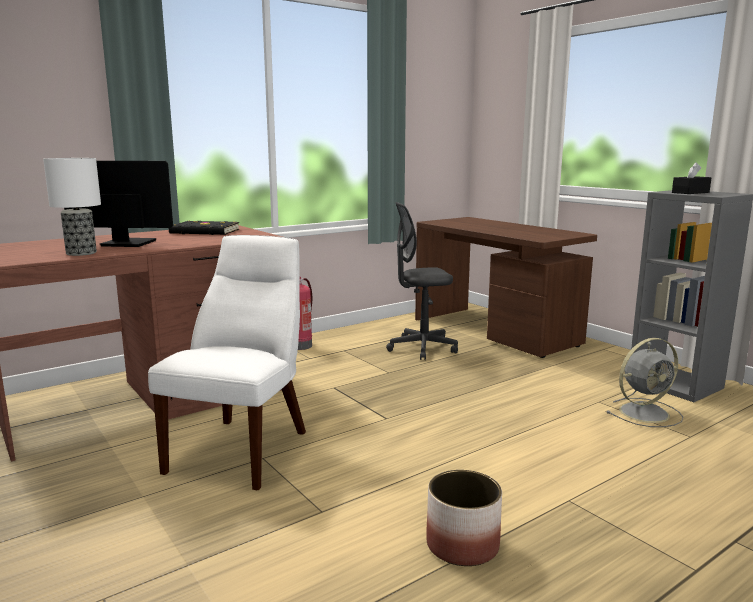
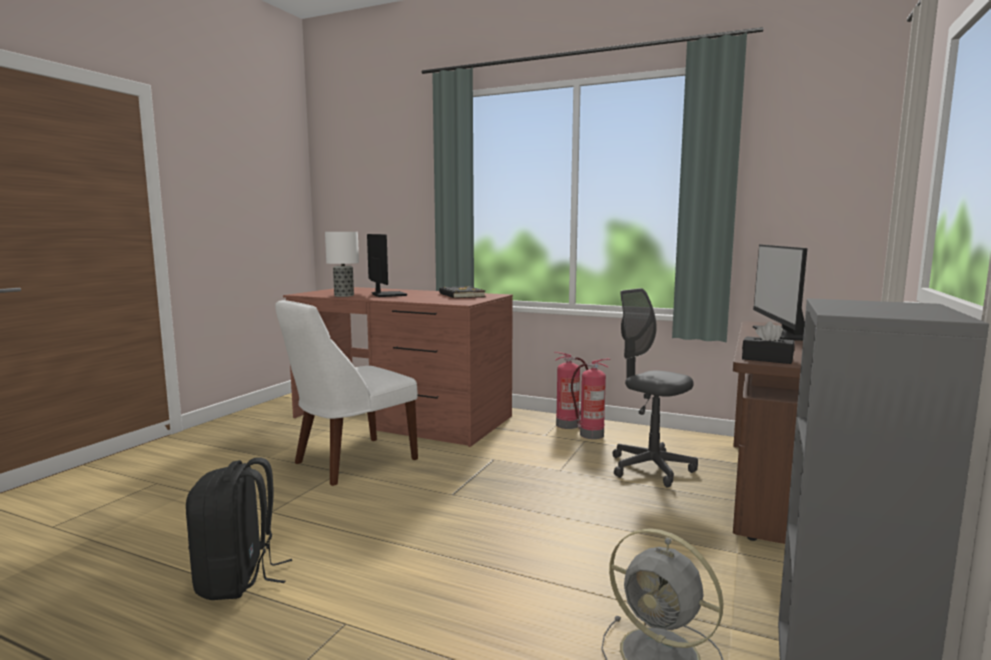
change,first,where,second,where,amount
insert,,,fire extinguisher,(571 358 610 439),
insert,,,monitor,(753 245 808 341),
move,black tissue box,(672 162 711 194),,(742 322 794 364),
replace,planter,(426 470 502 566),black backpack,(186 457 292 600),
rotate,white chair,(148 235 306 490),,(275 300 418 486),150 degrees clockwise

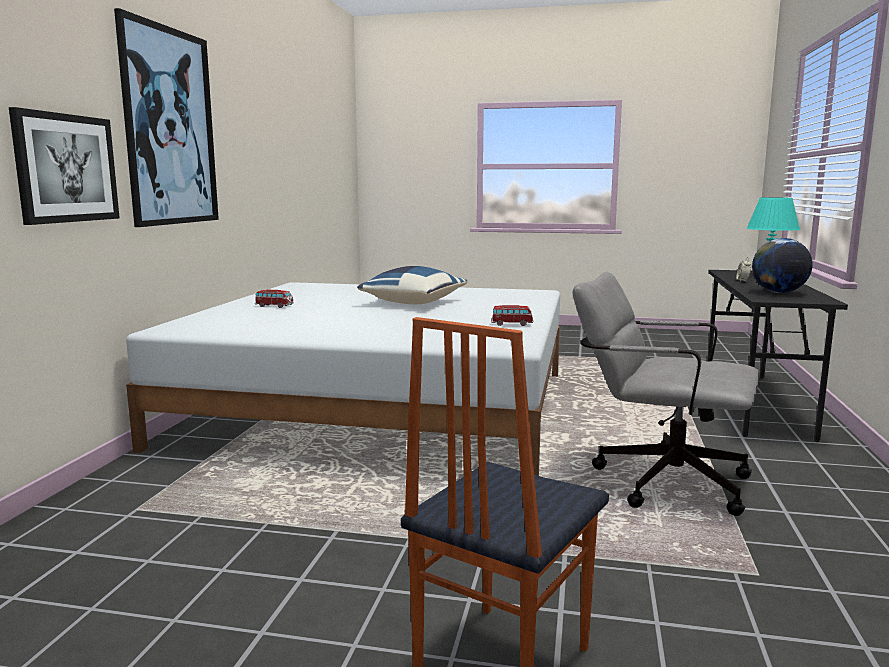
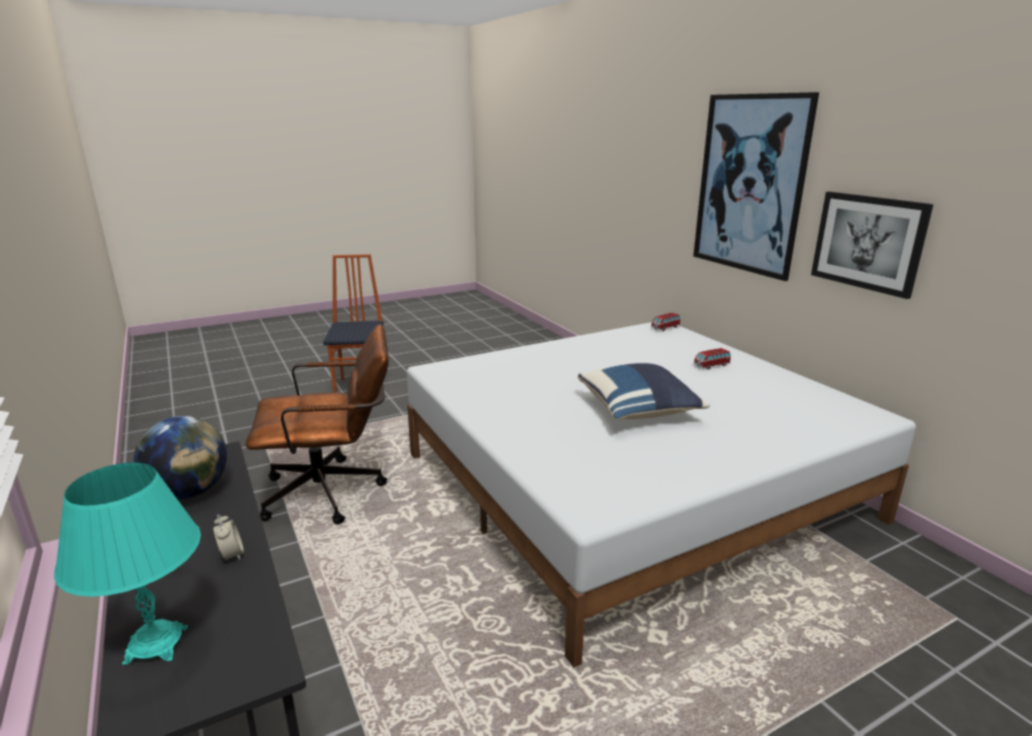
change,first,where,second,where,amount
move,picture,(9 107 120 225),,(811 192 933 299),
move,toy car,(491 305 533 326),,(651 313 681 331),
recolor,grey office chair,(572 272 760 516),brown office chair,(246 324 389 525),

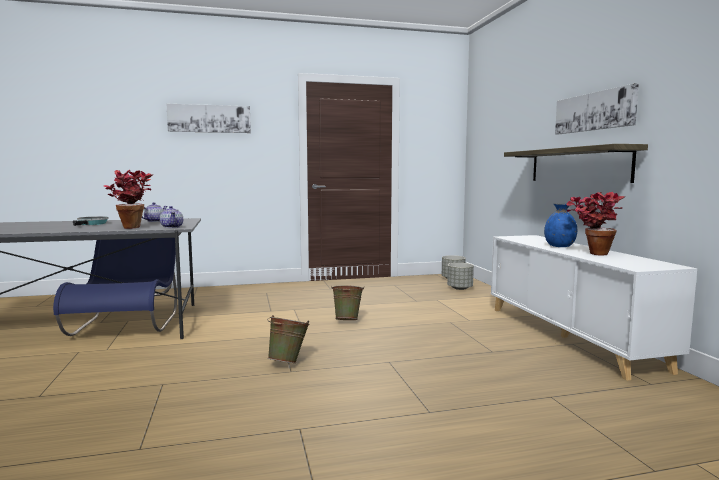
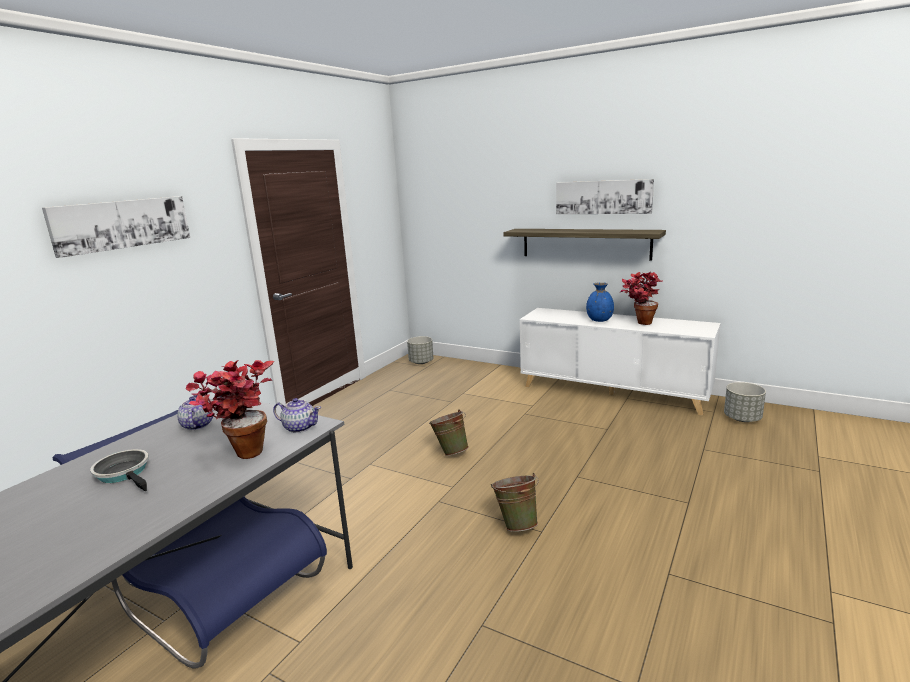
change,first,where,second,where,amount
move,grey planter,(447 263 474 290),,(724 382 766 422),

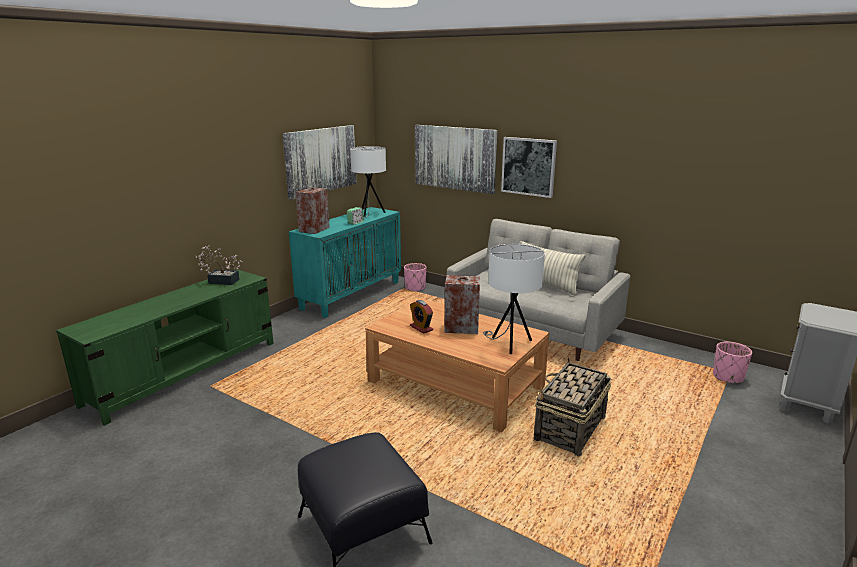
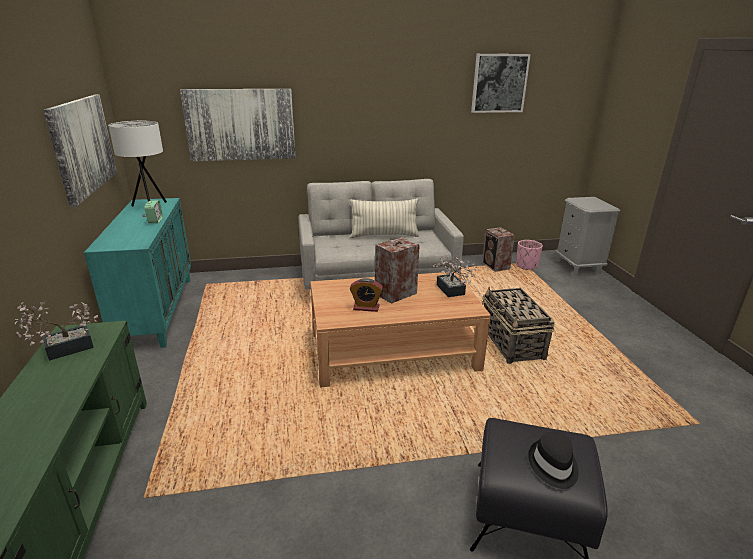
change,first,where,second,where,amount
delete,pink planter,(404 263 426 291),,,
insert,,,black hat,(528 432 579 489),
move,speaker,(295 187 330 234),,(482 227 515 272),
move,picture,(501 137 557 198),,(471 54 531 113),
replace,white table lamp,(483 244 545 354),potted plant,(433 255 477 297),

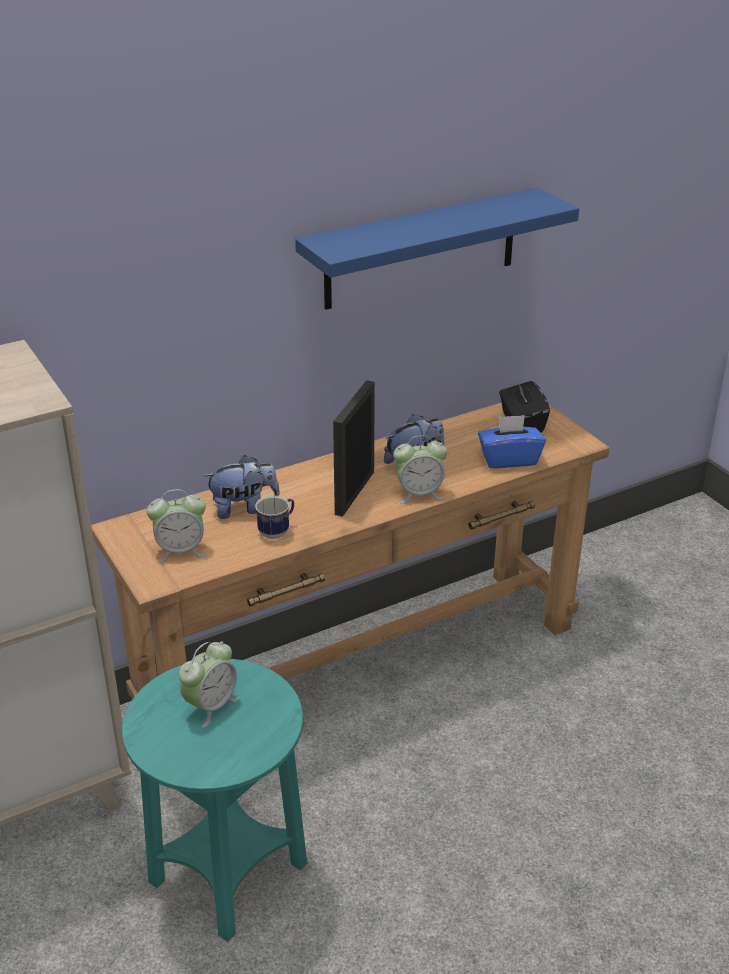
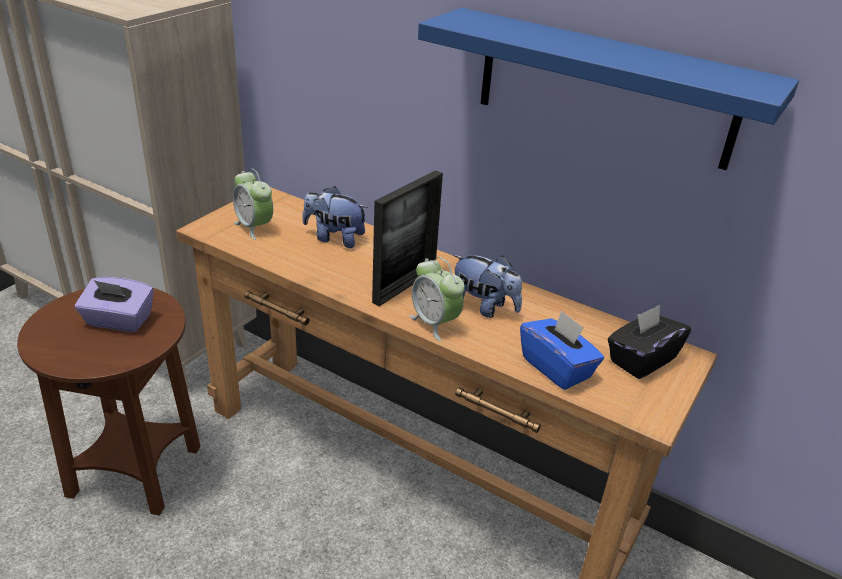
change,first,where,second,where,amount
delete,mug,(255 495 294 539),,,
replace,alarm clock,(179 641 240 728),purple tissue box,(75 277 154 332),
recolor,turquoise side table,(122 659 307 942),brown side table,(17 288 201 516),
rotate,plush toy,(204 455 280 519),,(303 186 368 248),150 degrees clockwise
rotate,picture frame,(333 380 375 517),,(372 170 443 306),135 degrees clockwise

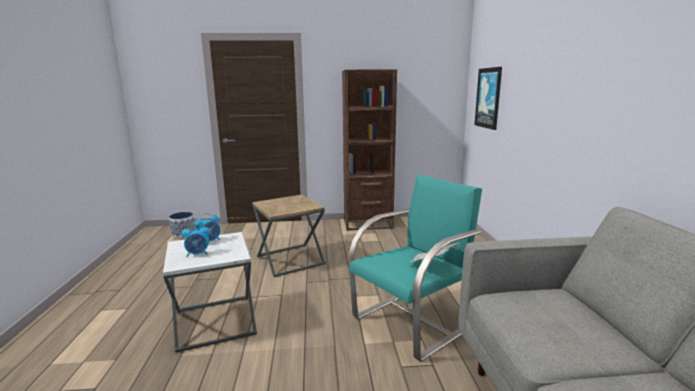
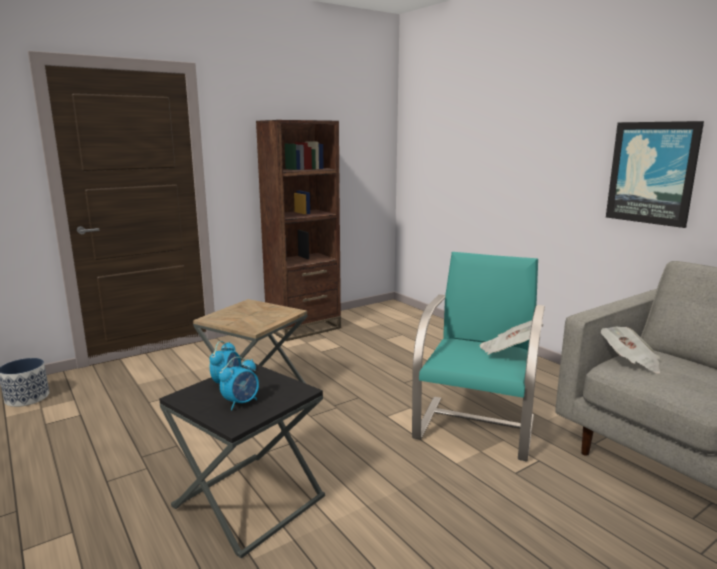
change,first,where,second,where,amount
insert,,,newspaper,(601 327 660 374),
move,picture,(474 67 502 130),,(606 121 704 228),
recolor,white side table,(163 232 257 353),black side table,(159 364 325 558),

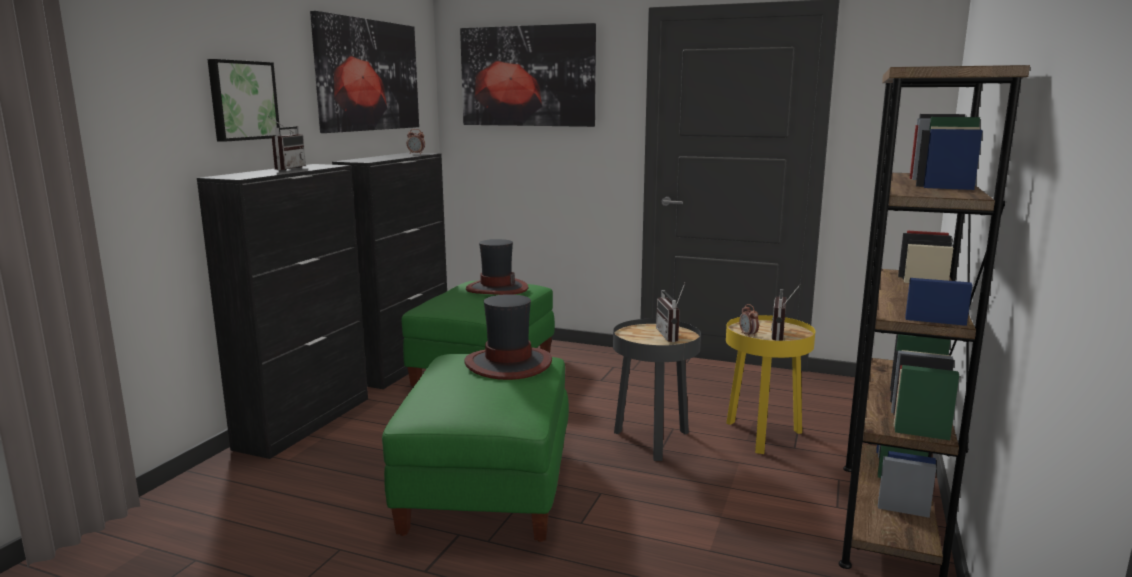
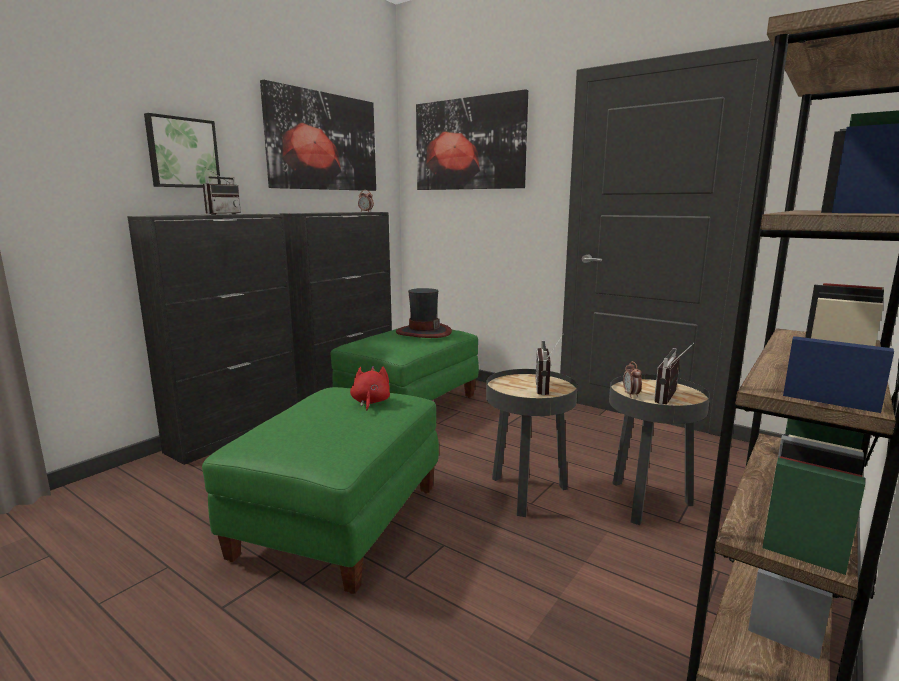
change,first,where,second,where,amount
replace,hat,(464 294 552 380),red plush toy,(350 366 390 411),
recolor,yellow side table,(726 315 815 454),black side table,(609 374 710 525),

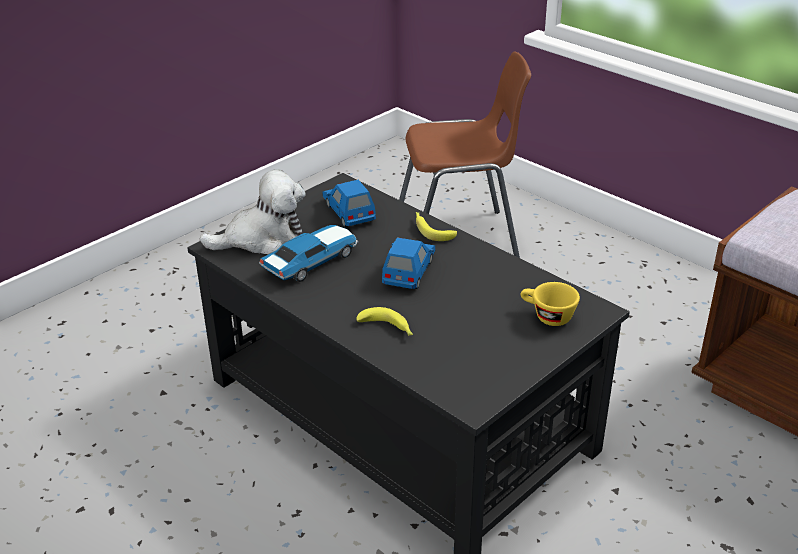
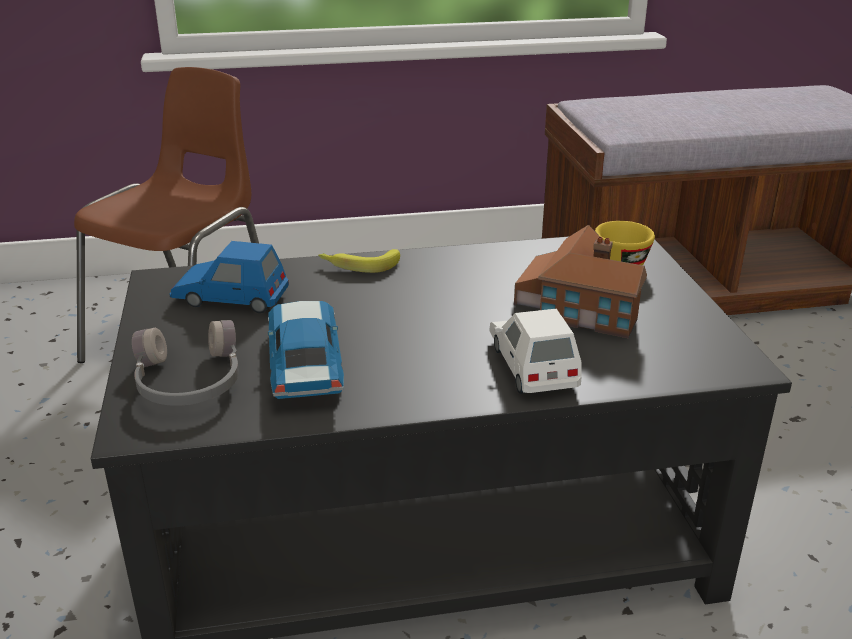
change,first,where,second,where,amount
delete,blue toy car,(382 237 435 289),,,
insert,,,toy house,(514 225 647 338),
replace,plush toy,(200 169 306 254),grey headphones,(132 320 239 406),
replace,banana,(356 307 413 336),white toy car,(489 309 581 394),

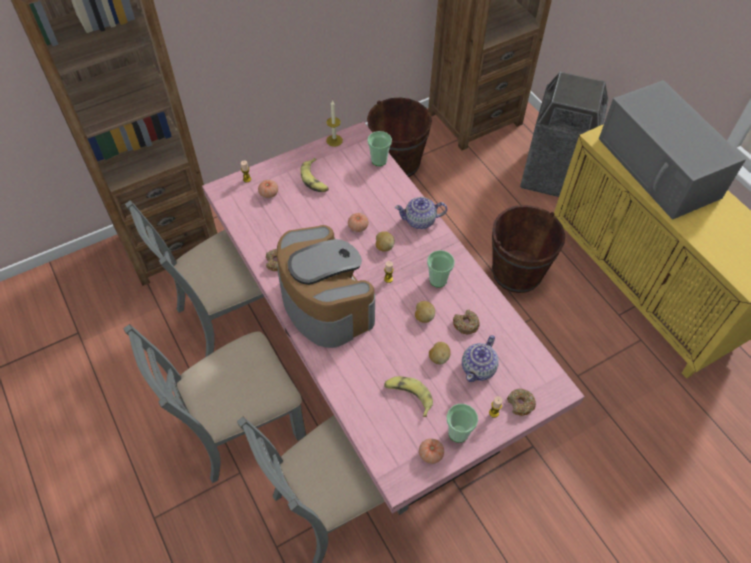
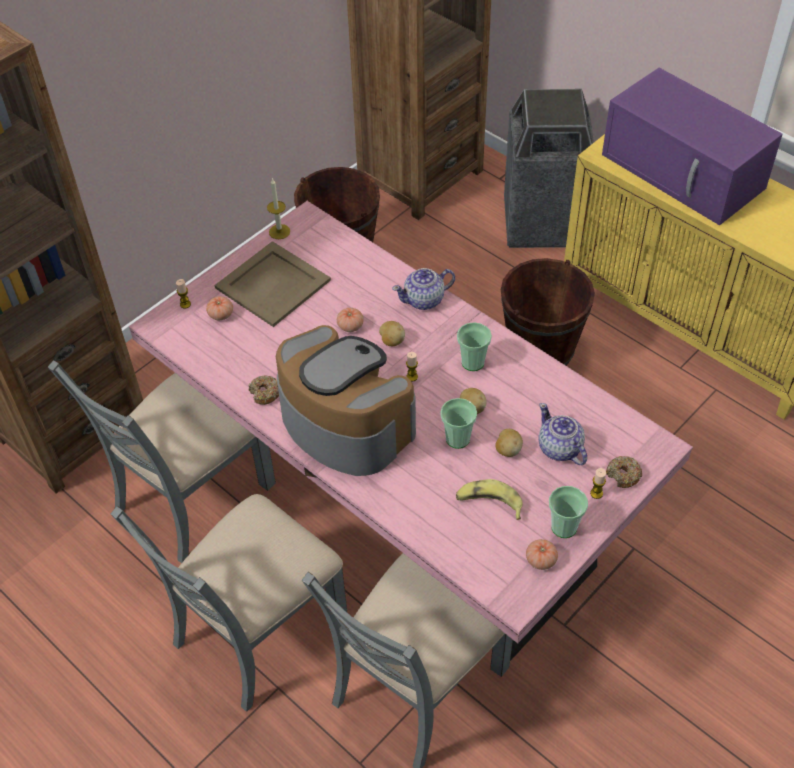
change,first,where,second,where,amount
delete,donut,(453 310 480 334),,,
move,cup,(367 131 392 166),,(440 398 477 449),
replace,banana,(300 158 329 192),beige tray,(215 241 331 327),
recolor,grey microwave,(599 80 746 220),purple microwave,(602 68 782 225),
rotate,teapot,(462 335 499 382),,(538 403 587 465),135 degrees clockwise

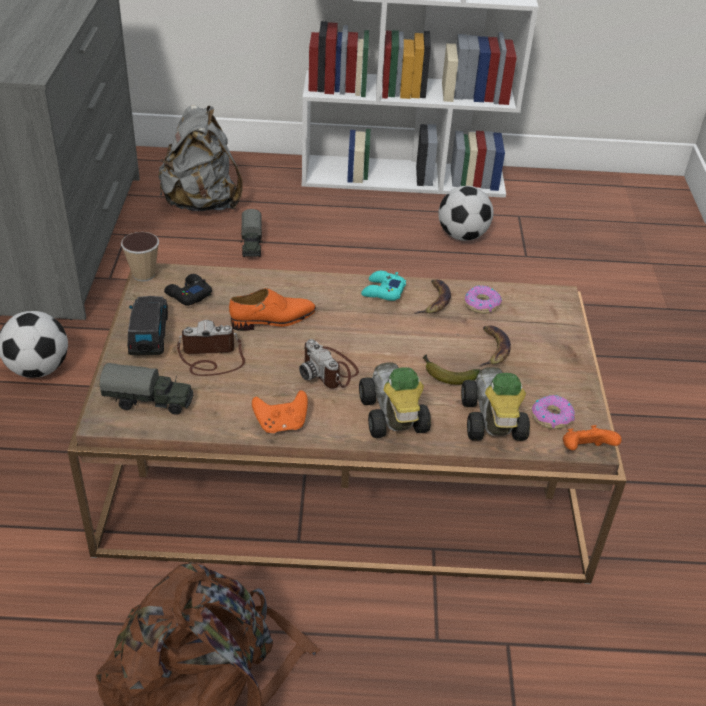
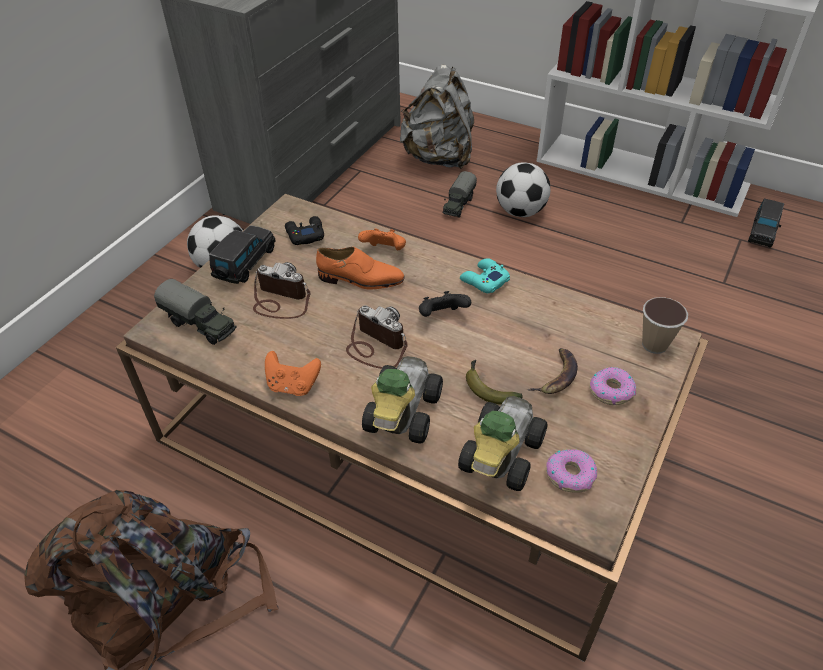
change,first,where,second,where,amount
delete,banana,(414 279 451 314),,,
insert,,,black game controller,(419 291 471 317),
insert,,,black toy car,(748 198 784 248),
move,cup,(121 232 159 282),,(642 297 688 354),
move,football,(438 186 494 241),,(496 162 550 217),
move,donut,(464 285 502 314),,(589 367 636 405),
move,orange game controller,(563 425 622 450),,(358 229 406 250),
rotate,photo camera,(299 339 359 389),,(346 305 408 369),135 degrees clockwise

